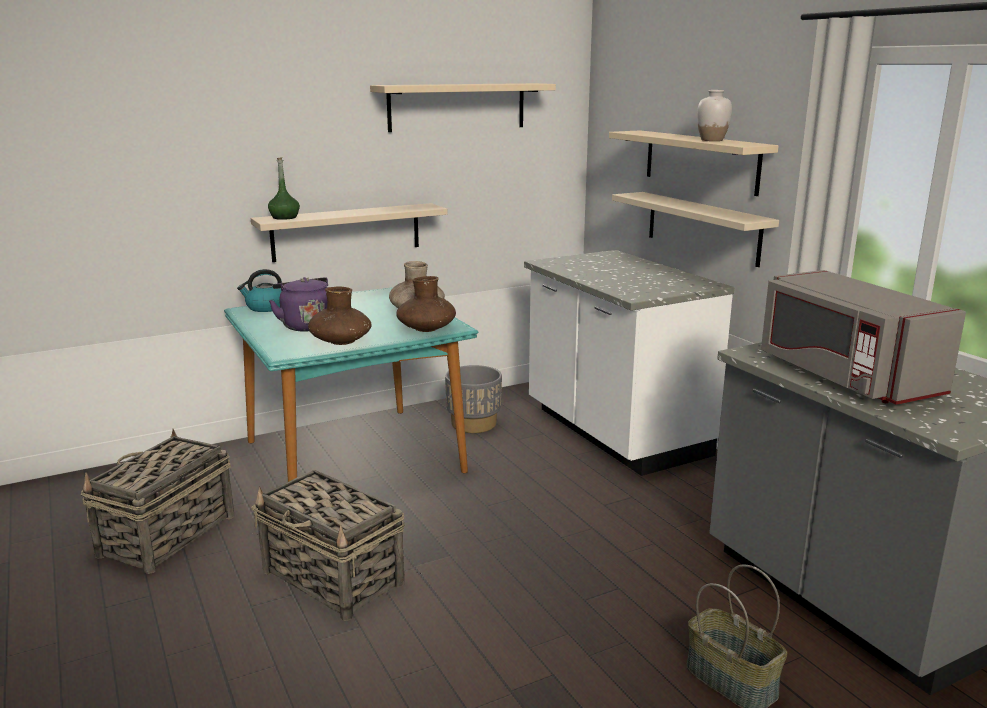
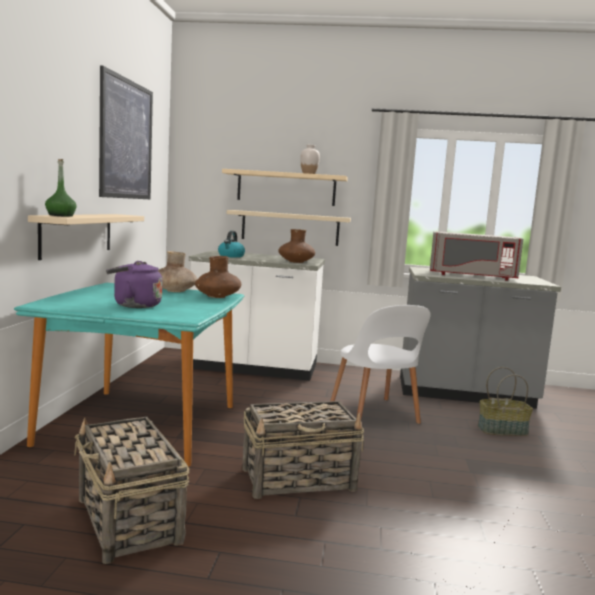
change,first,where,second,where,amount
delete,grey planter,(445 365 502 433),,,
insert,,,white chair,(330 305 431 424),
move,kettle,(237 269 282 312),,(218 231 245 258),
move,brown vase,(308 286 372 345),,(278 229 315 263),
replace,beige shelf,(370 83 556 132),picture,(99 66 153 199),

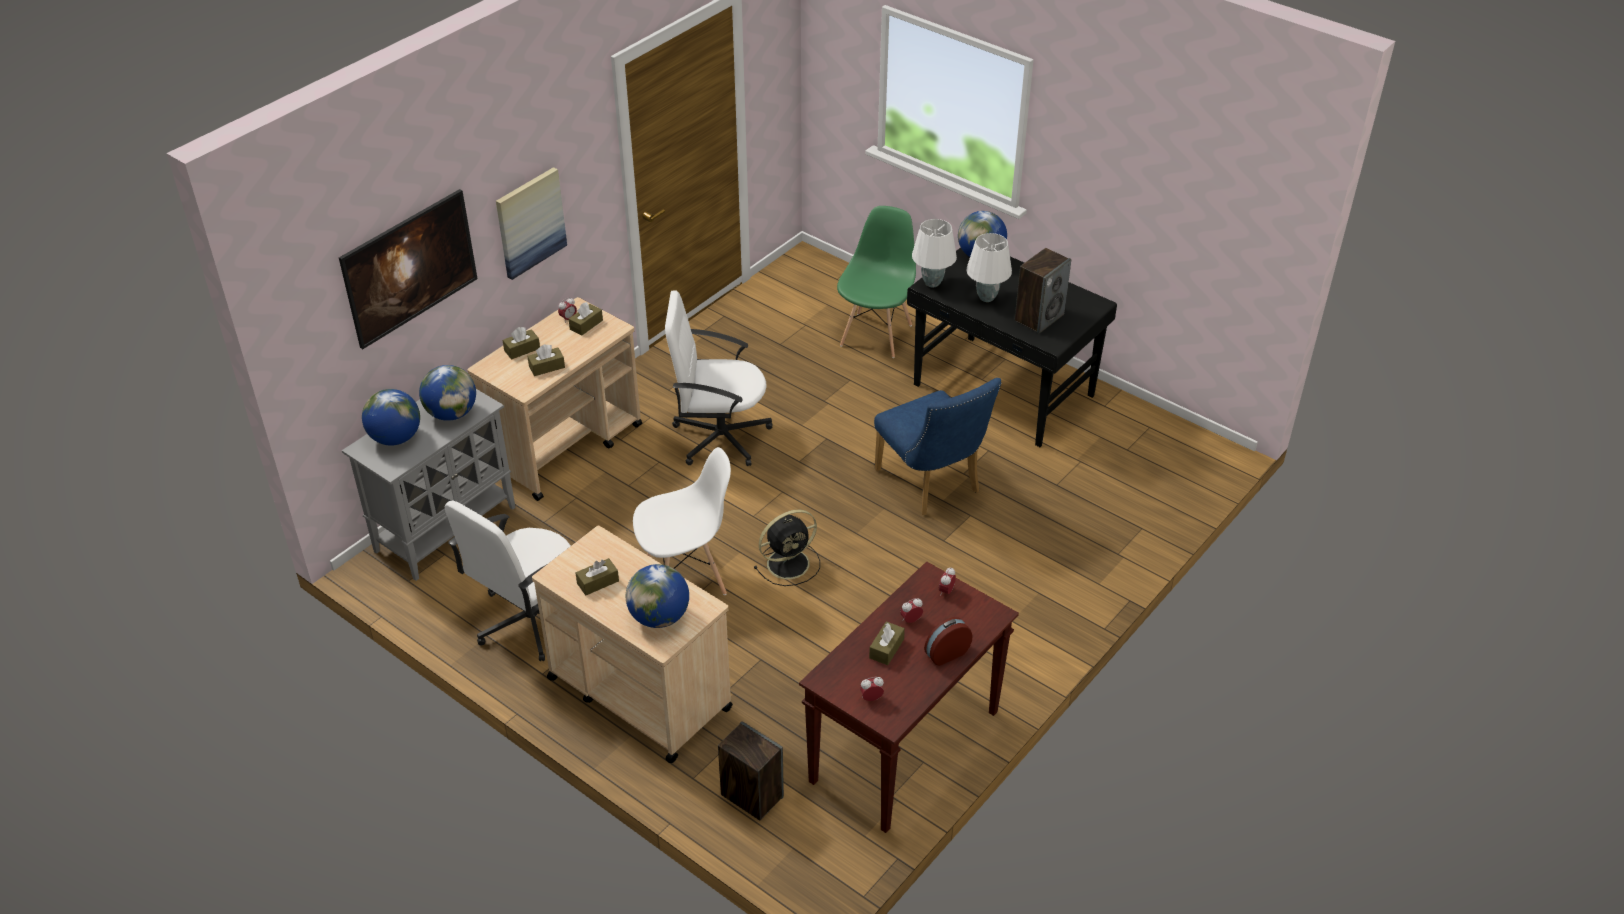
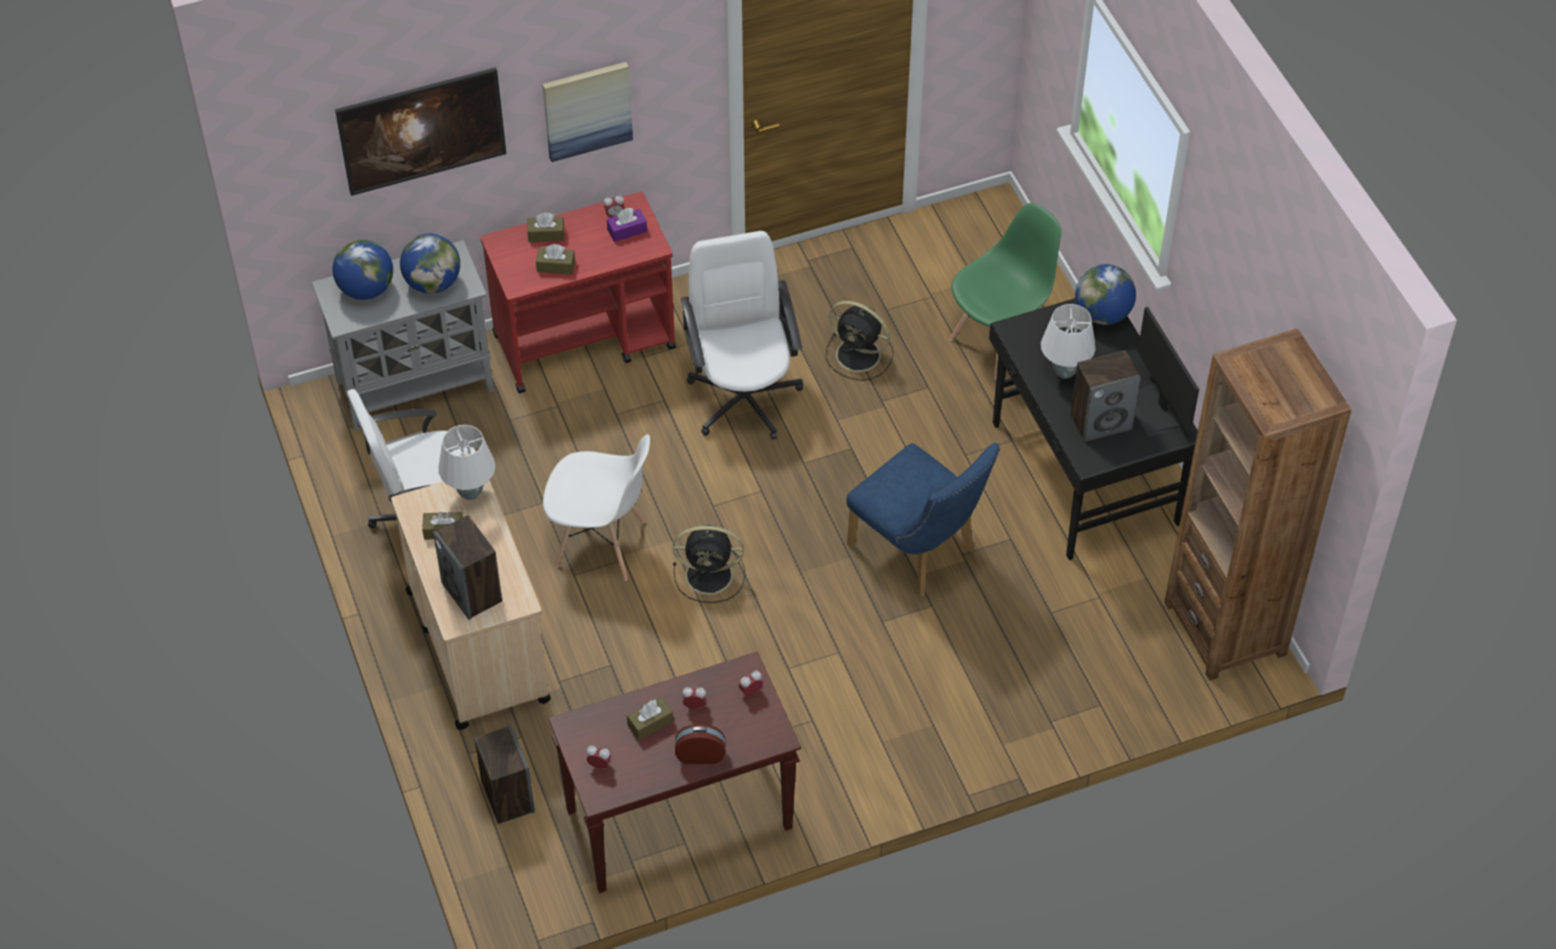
change,first,where,second,where,amount
insert,,,black fan,(825 301 893 381),
insert,,,monitor,(1135 307 1199 437),
insert,,,brown bookcase,(1164 328 1351 681),
move,white table lamp,(912 219 957 288),,(439 425 495 500),
replace,globe,(626 564 689 628),speaker,(433 515 502 620),
recolor,beige cart,(467 297 642 501),red cart,(480 192 676 393),
recolor,brown tissue box,(569 302 603 335),purple tissue box,(607 208 647 242),
rotate,white office chair,(665 290 772 466),,(680 231 803 440),45 degrees clockwise
rotate,blue chair,(874 378 1002 515),,(846 443 1000 596),45 degrees counterclockwise

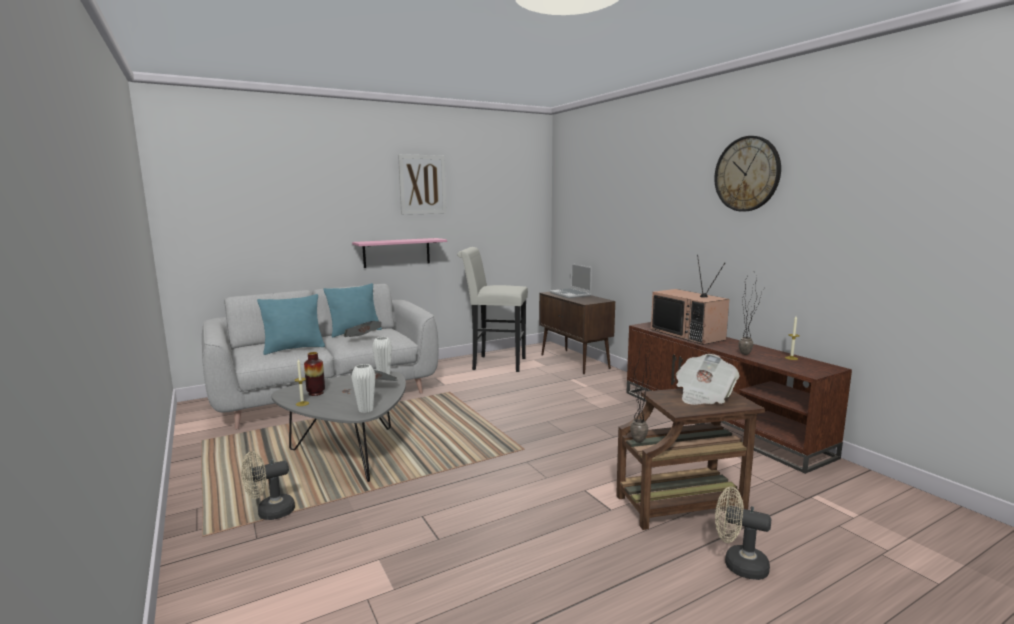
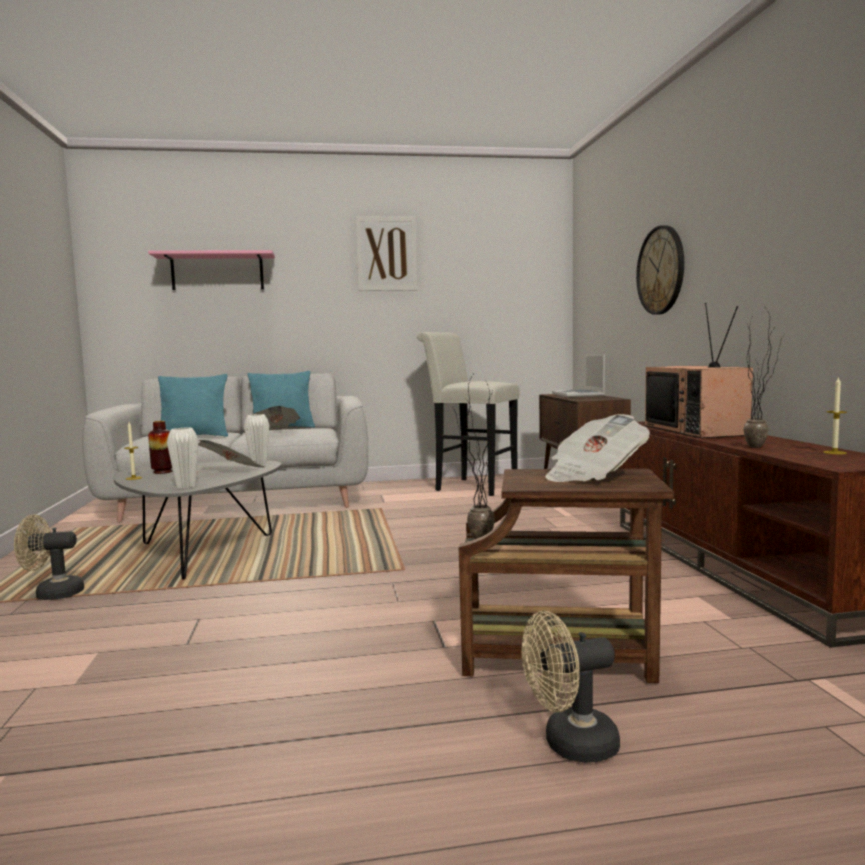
change,first,where,second,where,amount
move,pink shelf,(352 238 447 268),,(148 250 275 290),
move,wall clock,(714 136 781 212),,(636 226 684 315),
rotate,beige fan,(715 487 771 580),,(521 611 620 763),60 degrees counterclockwise

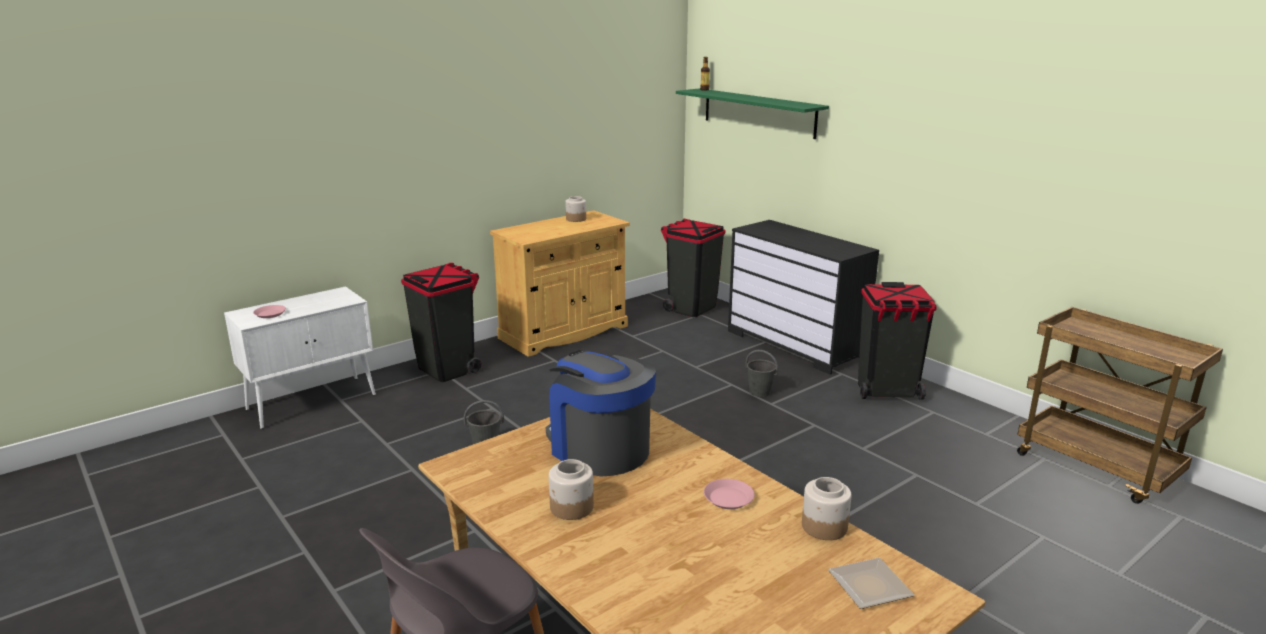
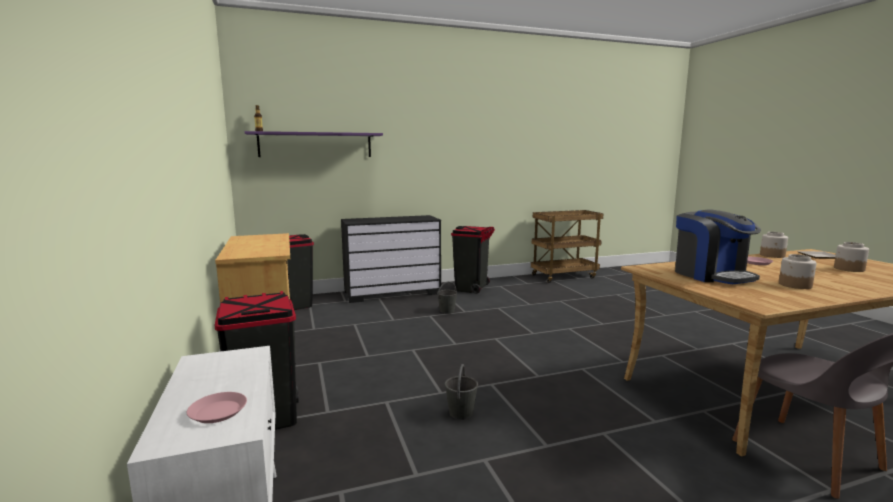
change,first,where,second,where,amount
move,jar,(565 196 586 222),,(834 242 869 272),
recolor,green shelf,(676 88 829 139),purple shelf,(245 131 383 157),
rotate,coffee machine,(546 350 656 476),,(675 209 761 284),90 degrees counterclockwise

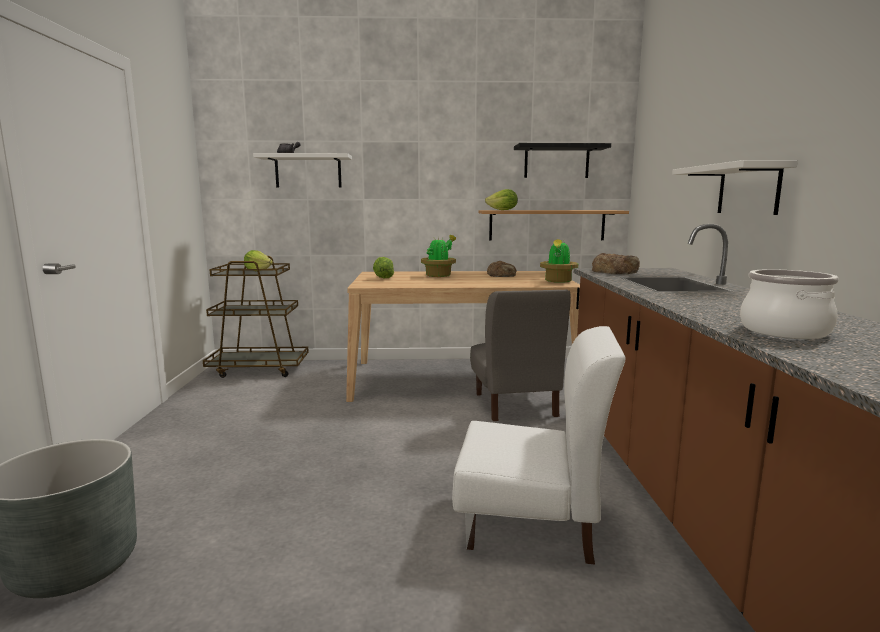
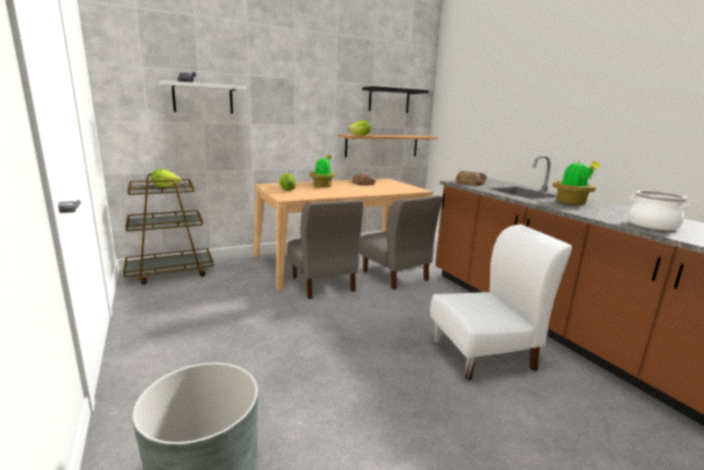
change,first,where,second,where,amount
delete,white shelf,(672 160 798 215),,,
insert,,,grey chair,(287 200 363 299),
move,potted plant,(540 239 578 283),,(553 161 600 205),

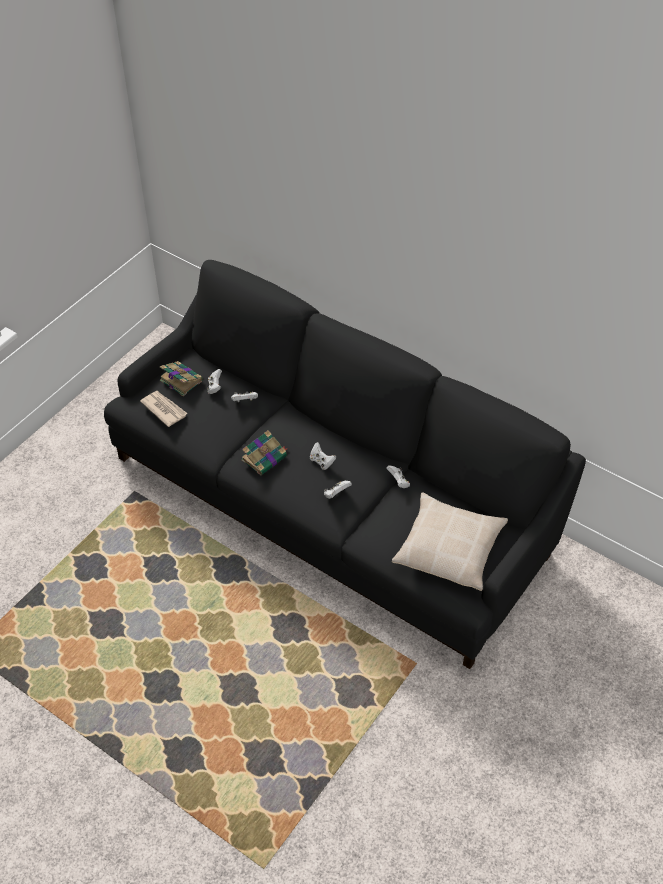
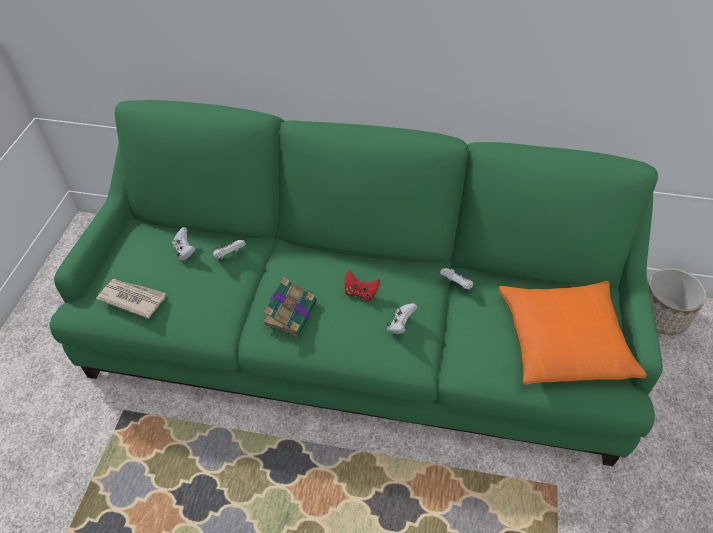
change,first,where,second,where,amount
delete,book,(160 361 203 396),,,
insert,,,planter,(648 268 707 335),
recolor,black sofa,(104 260 586 669),green sofa,(49 100 663 466),
recolor,white game controller,(310 442 336 470),red game controller,(345 271 380 301),
recolor,beige pillow,(392 493 508 591),orange pillow,(499 281 647 385),

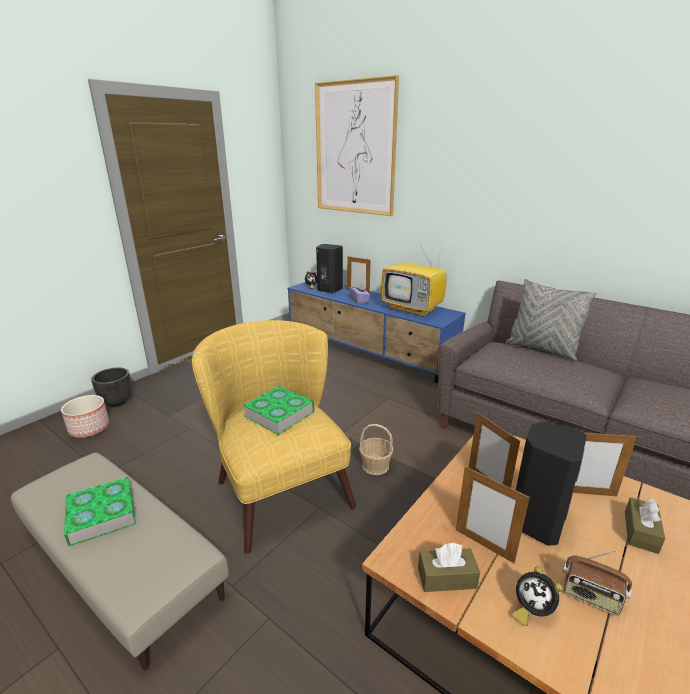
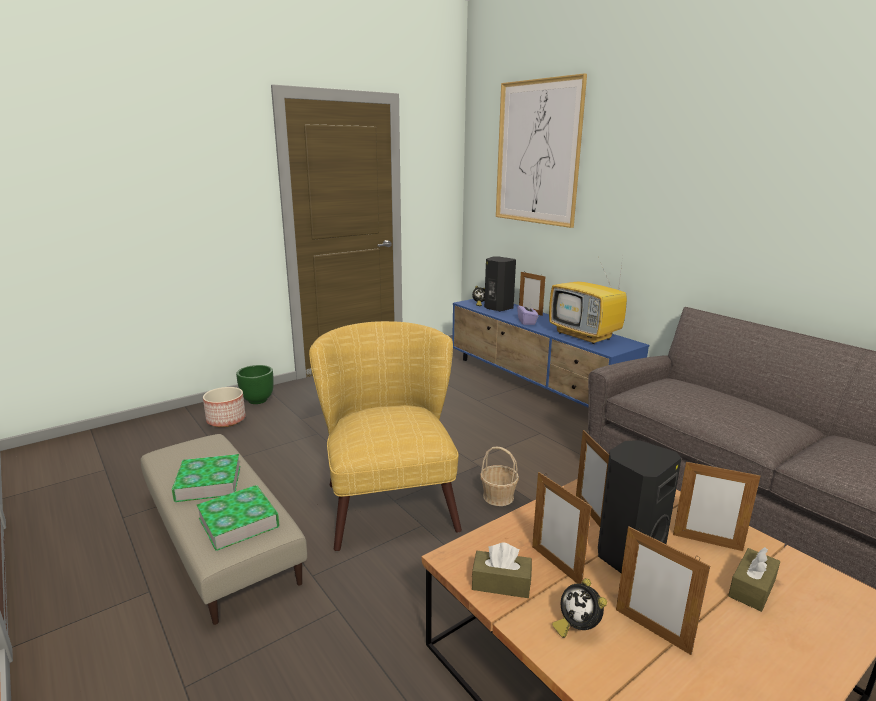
change,first,where,second,where,amount
delete,grey pillow,(505 279 597 361),,,
move,book,(243 386 315 435),,(197 485 280 551),
replace,radio,(563 551 632 615),picture frame,(616 526 710 655),
recolor,black planter,(91 367 132 407),green planter,(236 365 274 404),

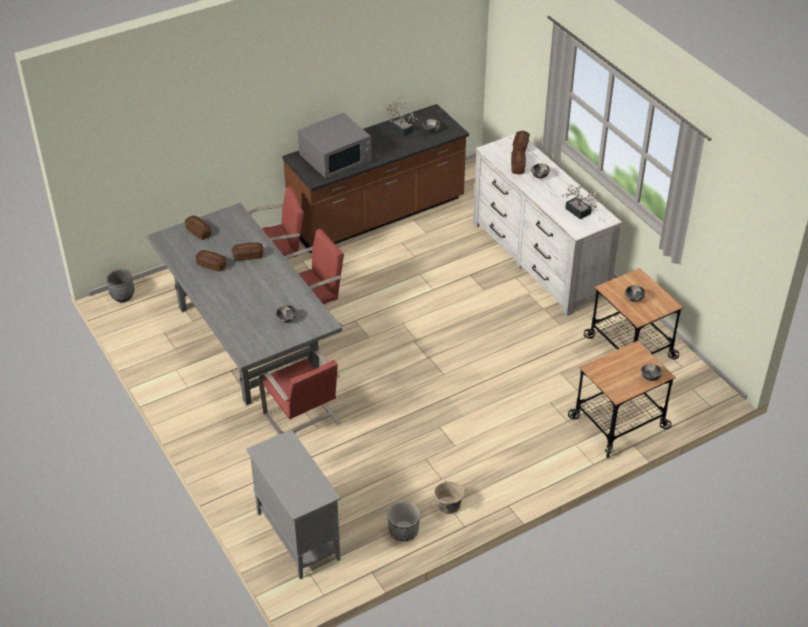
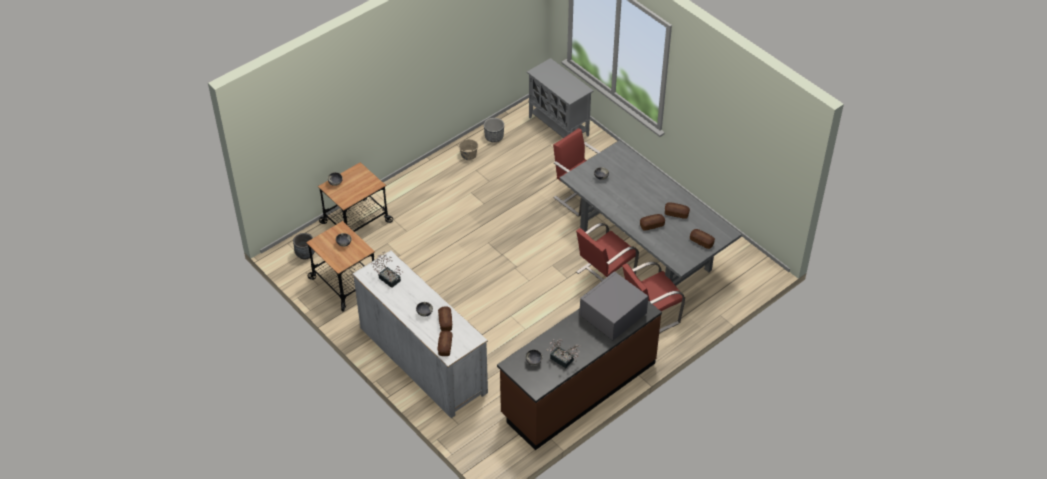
change,first,where,second,where,amount
move,grey planter,(107 269 135 302),,(293 233 315 260),

